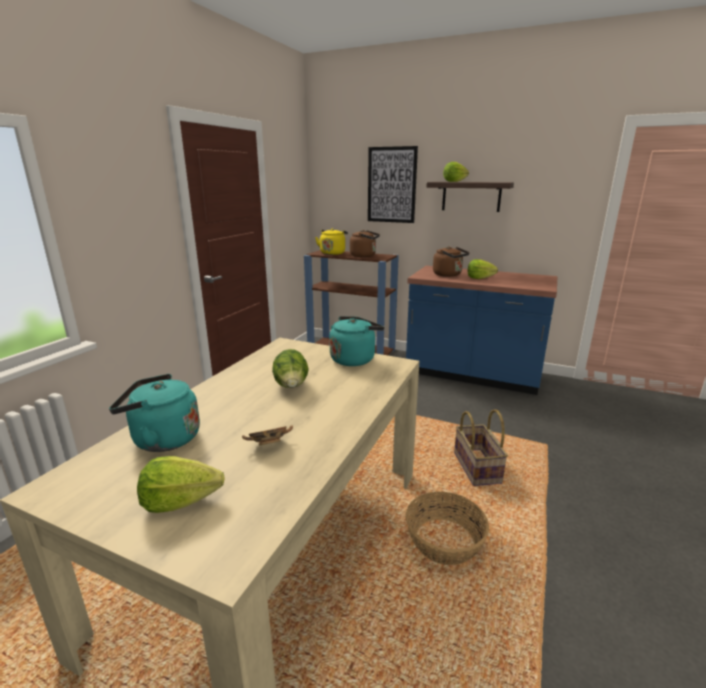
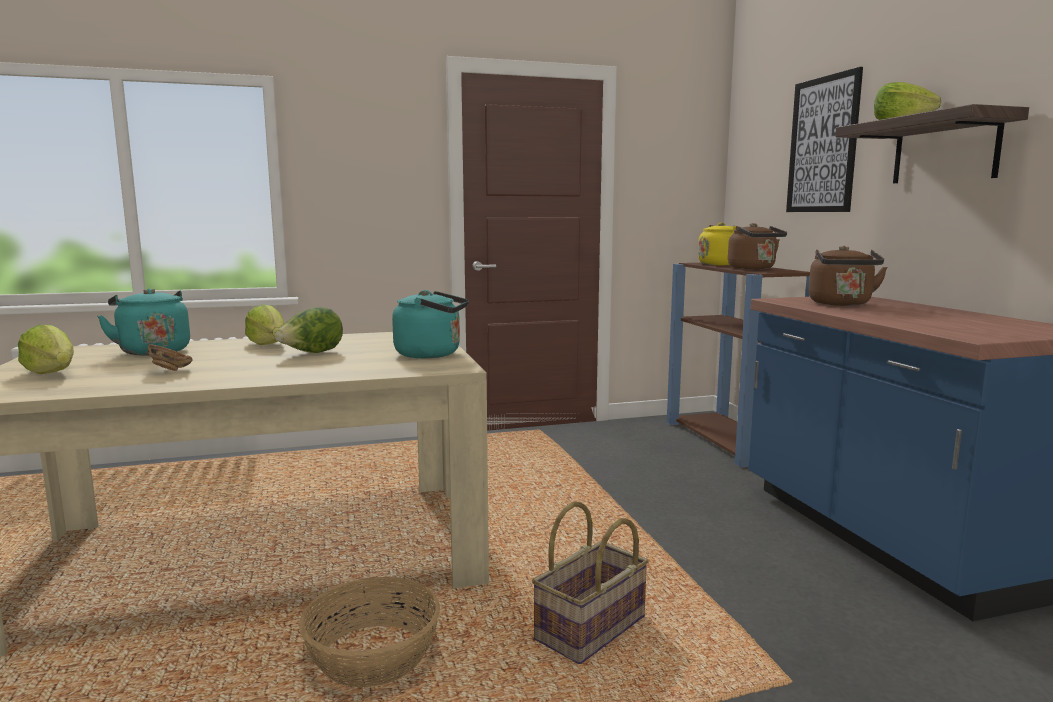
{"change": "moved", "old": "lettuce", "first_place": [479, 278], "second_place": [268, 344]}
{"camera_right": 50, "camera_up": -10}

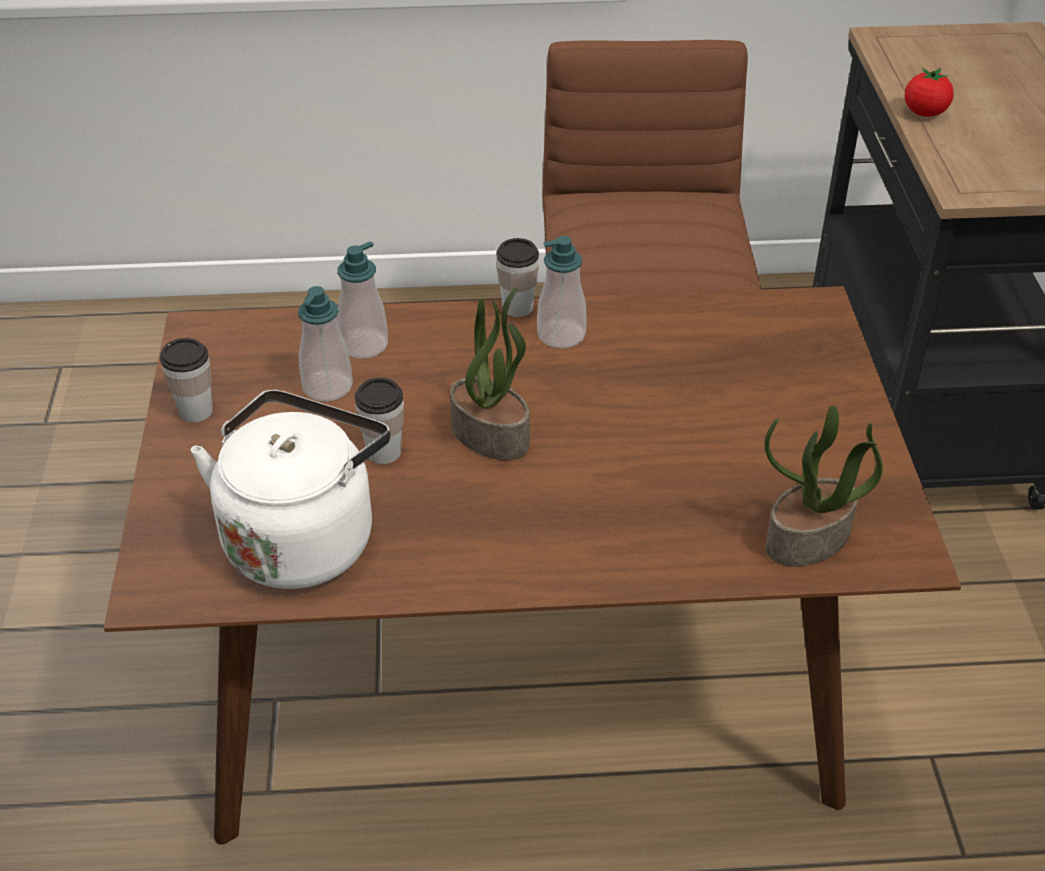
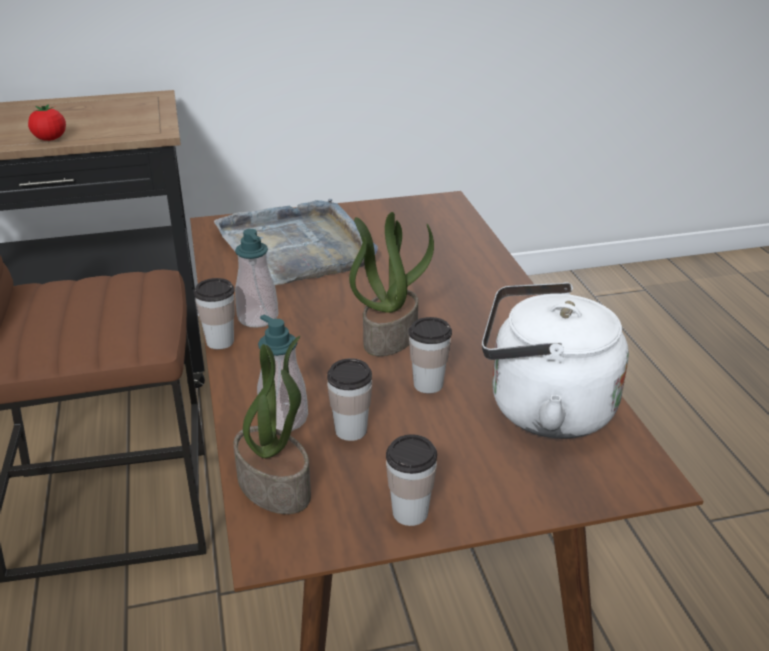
{"change": "replaced", "old": "soap bottle", "new": "cup", "first_place": [327, 387], "second_place": [351, 430]}
{"change": "moved", "old": "potted plant", "first_place": [808, 540], "second_place": [276, 486]}
{"change": "added", "new": "gray serving tray", "second_place": [298, 247]}
{"camera_right": -100, "camera_up": -10}

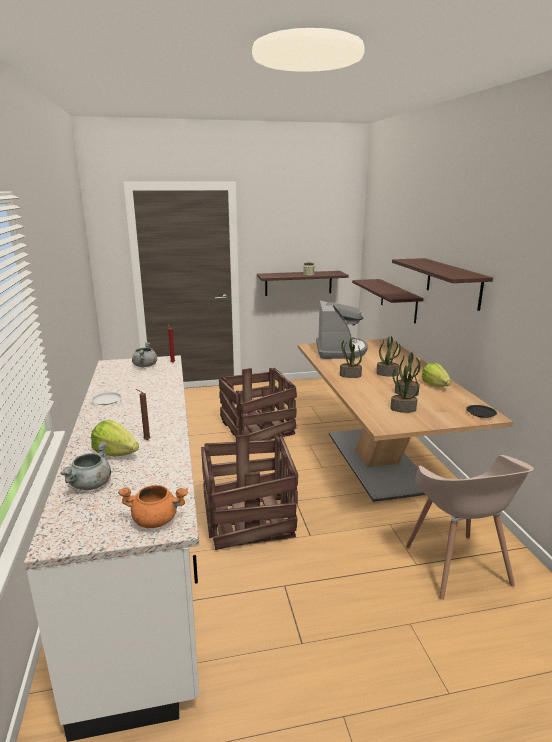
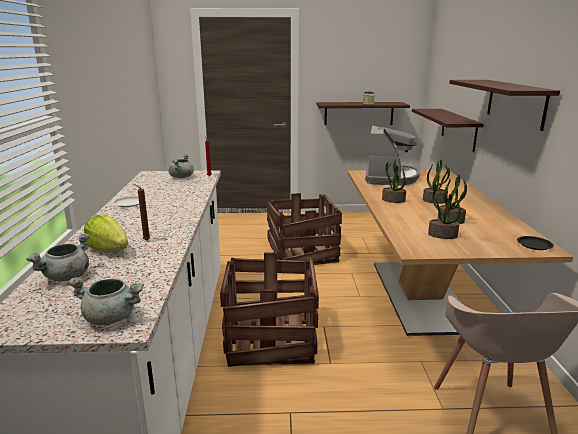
{"change": "removed", "old": "lettuce", "first_place": [435, 385]}
{"change": "recoloured", "old": "orange-coloured saucepot", "new": "gray saucepot", "first_place": [156, 520], "second_place": [112, 317]}
{"camera_right": 10, "camera_up": 0}

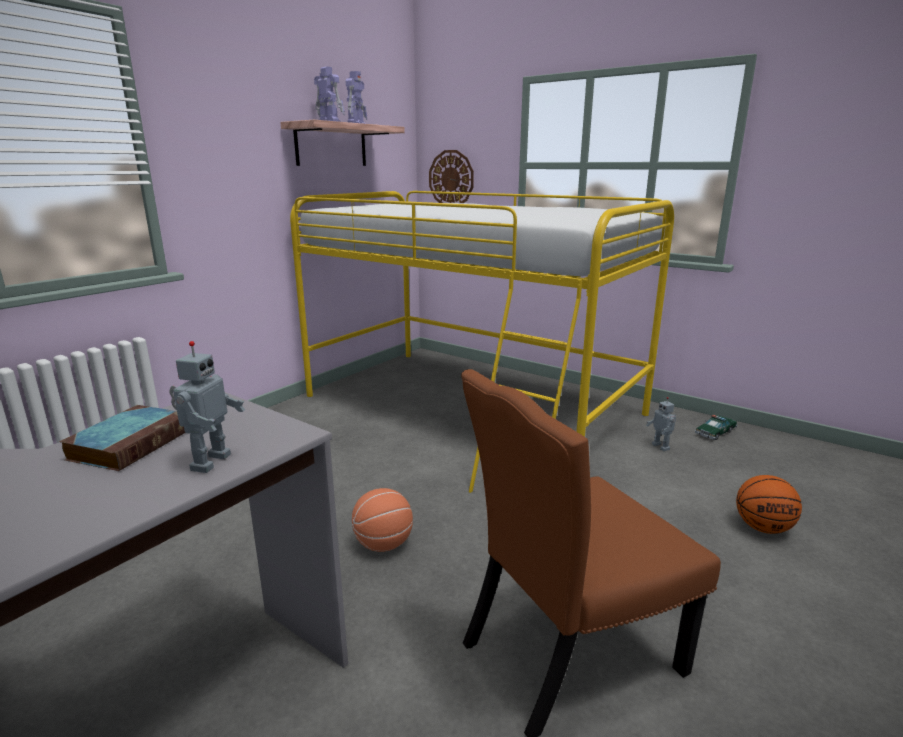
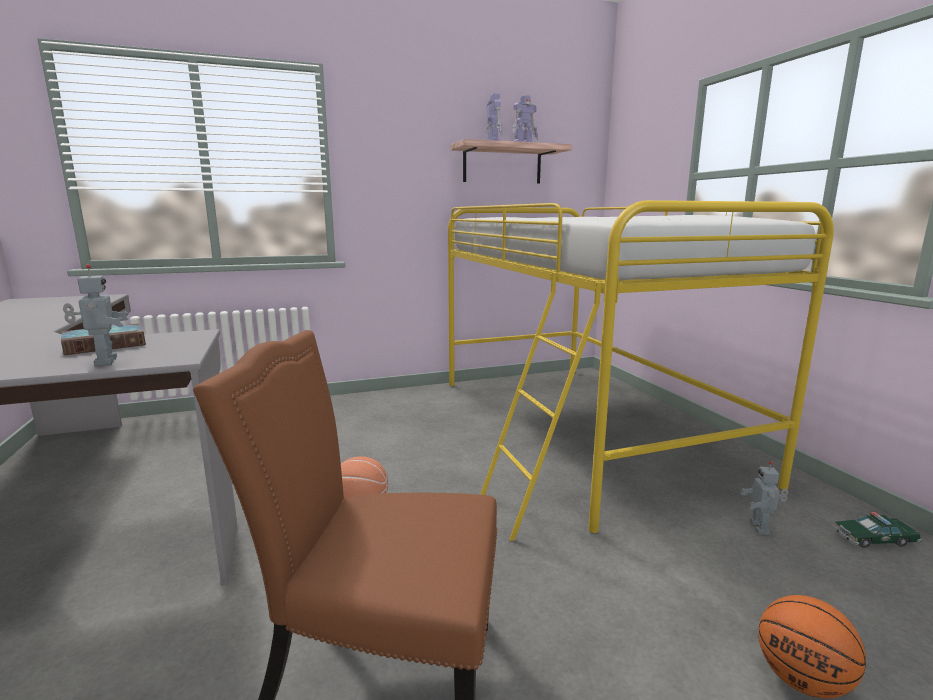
{"change": "removed", "old": "hanging clock", "first_place": [451, 179]}
{"change": "turned", "old": "toy robot", "first_place": [209, 462], "second_place": [103, 361], "degrees": -75}
{"camera_right": 35, "camera_up": -5}

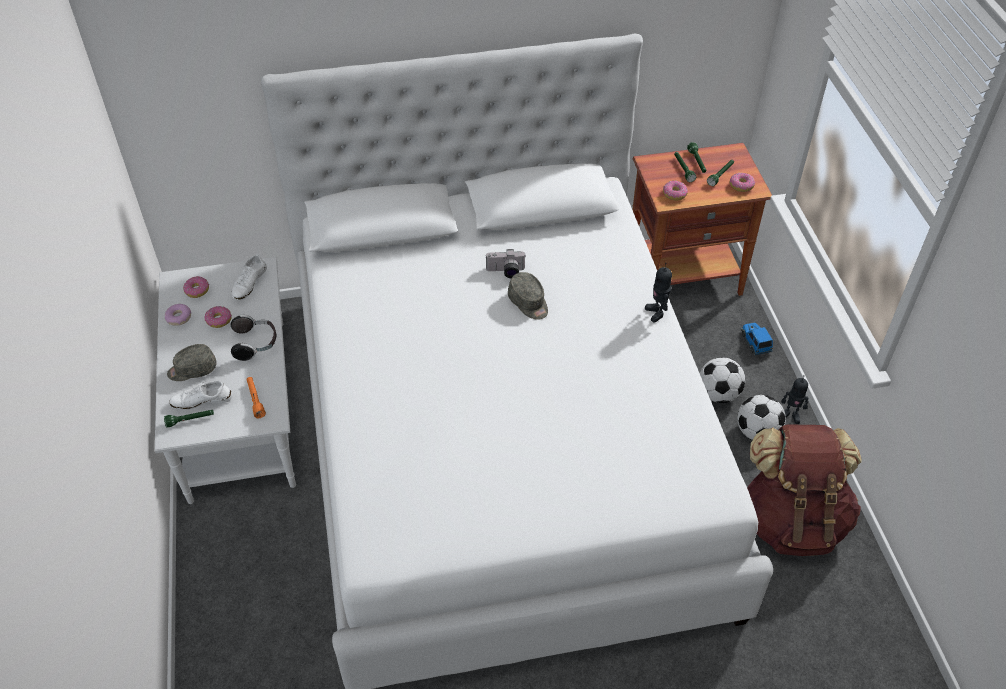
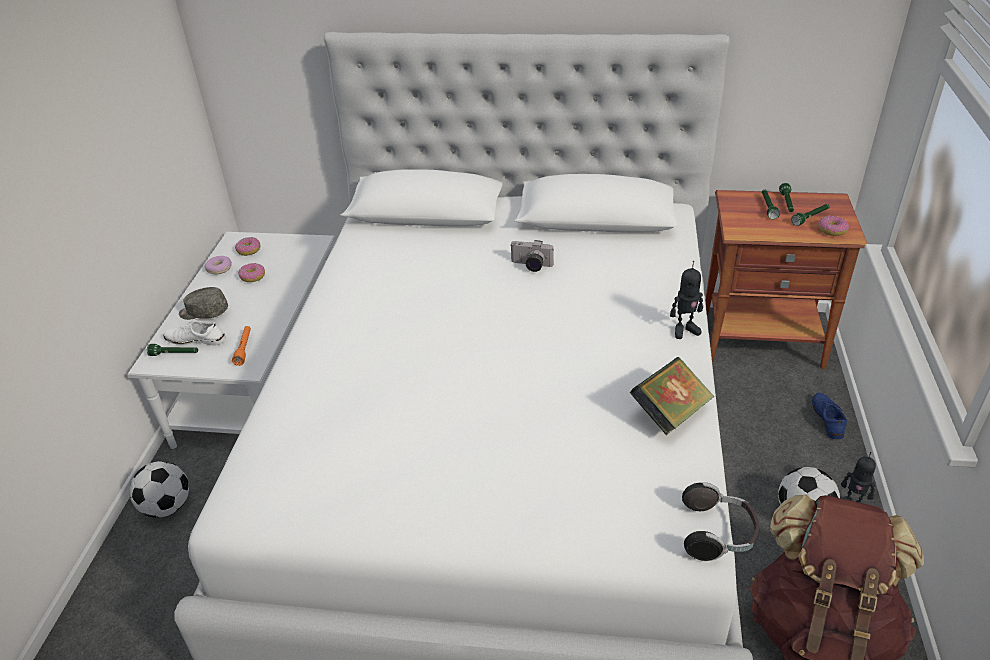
{"change": "removed", "old": "doughnut", "first_place": [674, 194]}
{"change": "removed", "old": "whitish shoe", "first_place": [249, 283]}
{"change": "turned", "old": "toy robot", "first_place": [656, 313], "second_place": [684, 330], "degrees": -105}
{"change": "removed", "old": "gray peaked cap", "first_place": [529, 303]}
{"change": "moved", "old": "pair of headphones", "first_place": [255, 344], "second_place": [717, 534]}
{"change": "replaced", "old": "model car", "new": "blue-coloured shoe", "first_place": [755, 342], "second_place": [827, 418]}
{"change": "moved", "old": "football ball", "first_place": [718, 394], "second_place": [167, 506]}
{"change": "added", "new": "bound book", "second_place": [670, 413]}
{"camera_right": 20, "camera_up": -10}

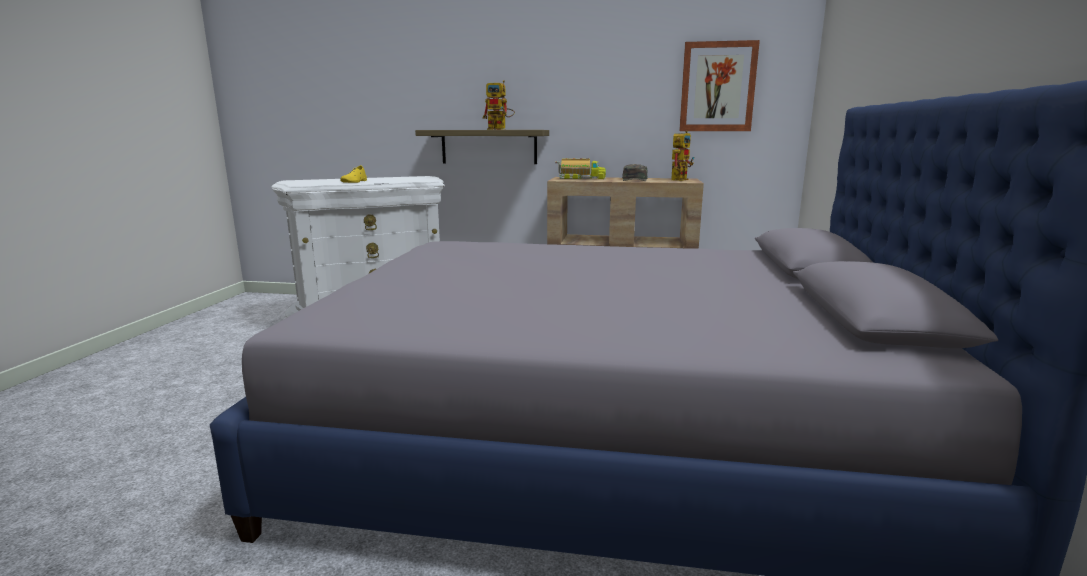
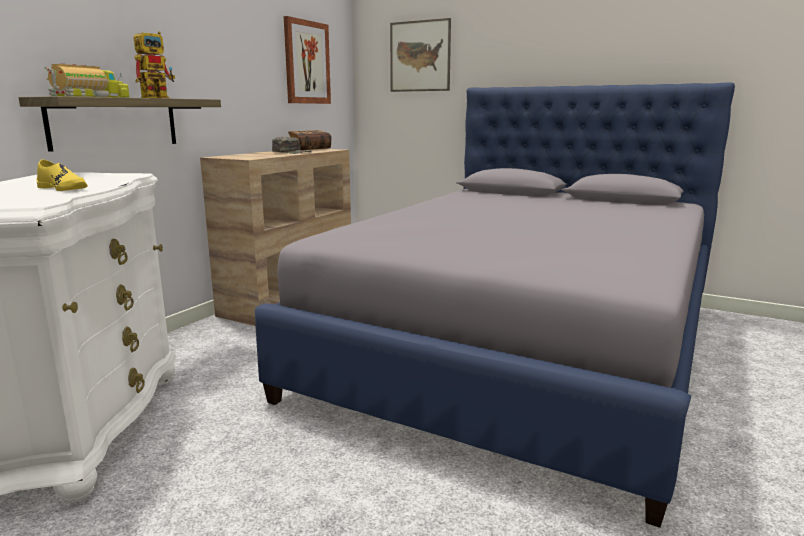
{"change": "replaced", "old": "toy robot", "new": "bound book", "first_place": [679, 179], "second_place": [310, 149]}
{"change": "moved", "old": "toy lorry", "first_place": [582, 178], "second_place": [91, 97]}
{"change": "added", "new": "wall picture", "second_place": [420, 56]}
{"camera_right": -70, "camera_up": 0}

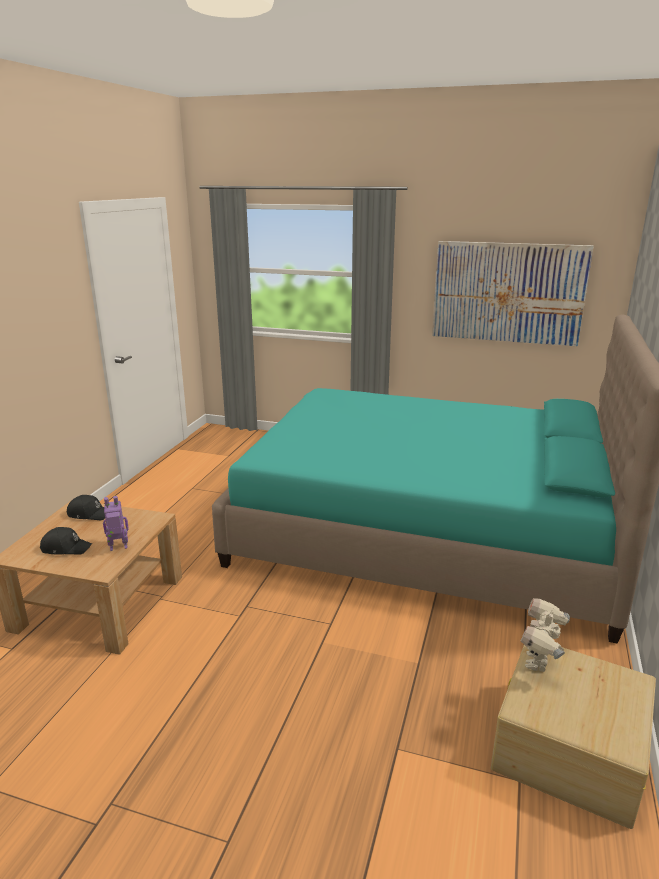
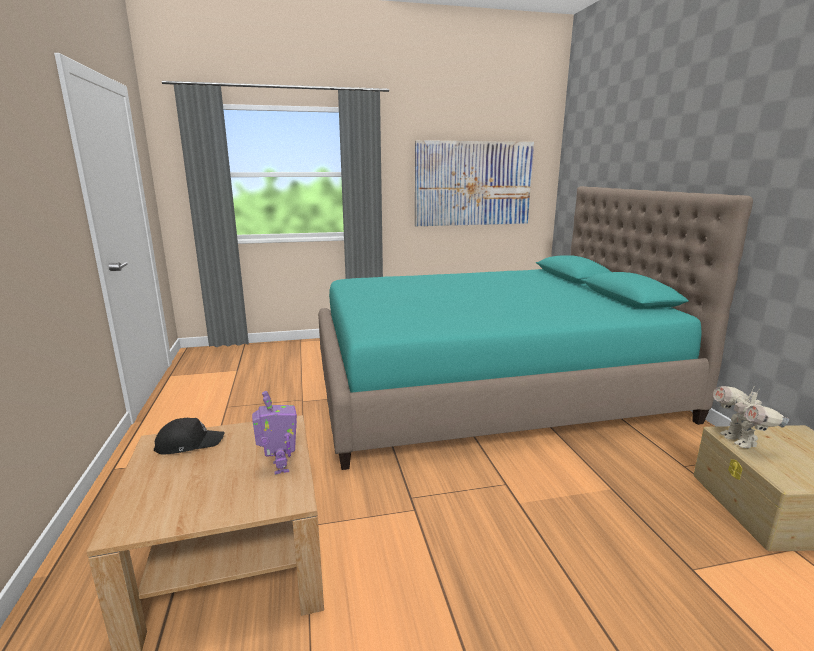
{"change": "turned", "old": "toy robot", "first_place": [118, 547], "second_place": [279, 467], "degrees": 120}
{"change": "removed", "old": "black-coloured peaked cap", "first_place": [66, 547]}
{"camera_right": -30, "camera_up": -5}

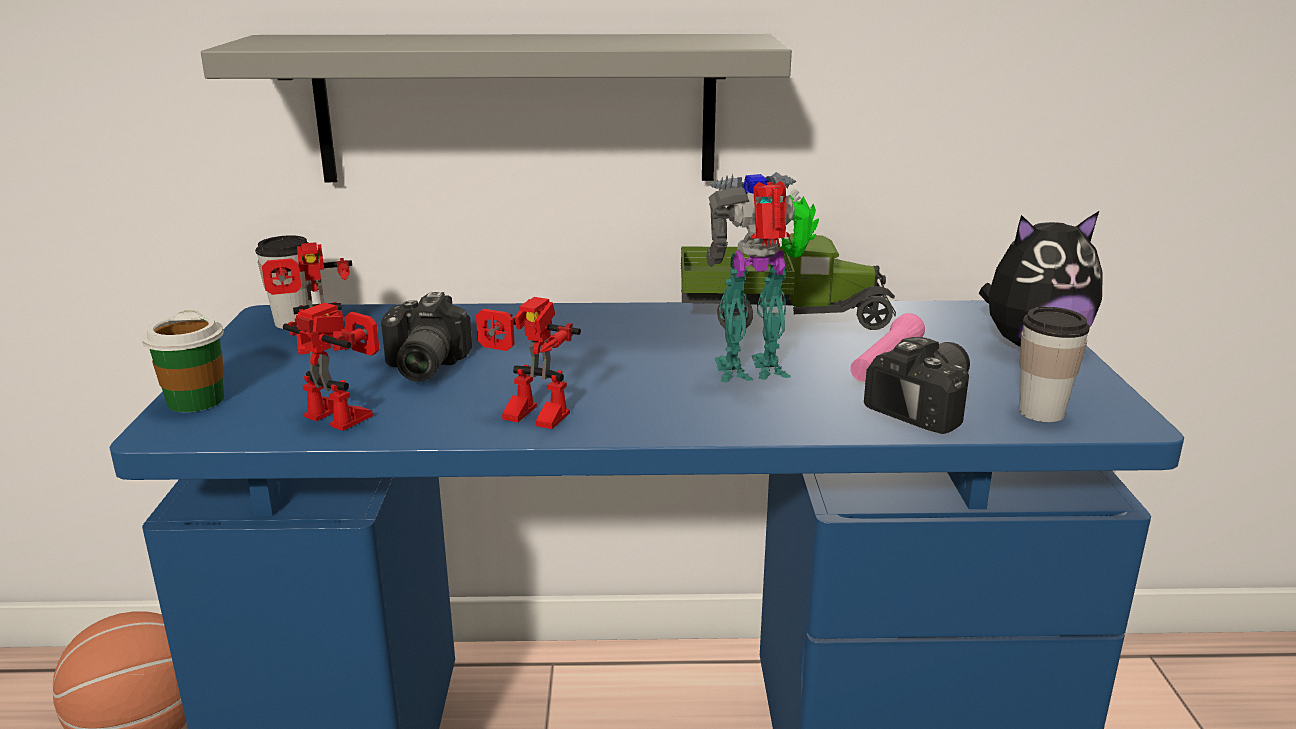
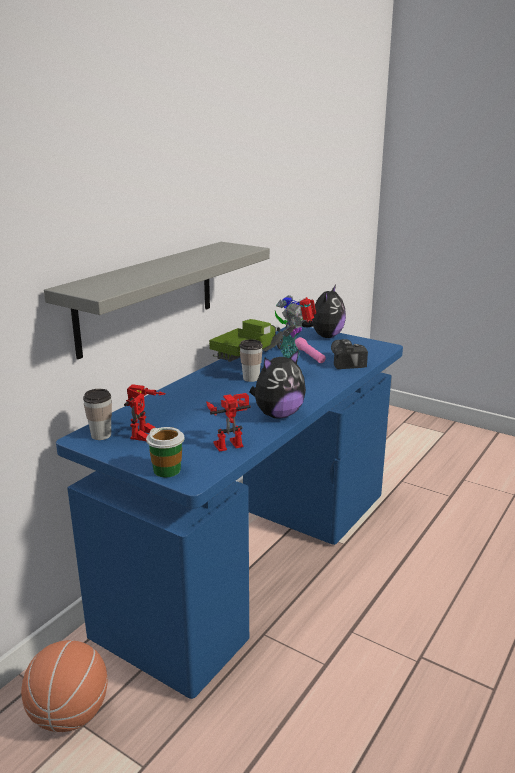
{"change": "removed", "old": "photo camera", "first_place": [420, 367]}
{"change": "replaced", "old": "toy robot", "new": "soft toy", "first_place": [528, 418], "second_place": [278, 415]}
{"change": "moved", "old": "cup", "first_place": [1041, 412], "second_place": [251, 378]}
{"camera_right": -55, "camera_up": 0}

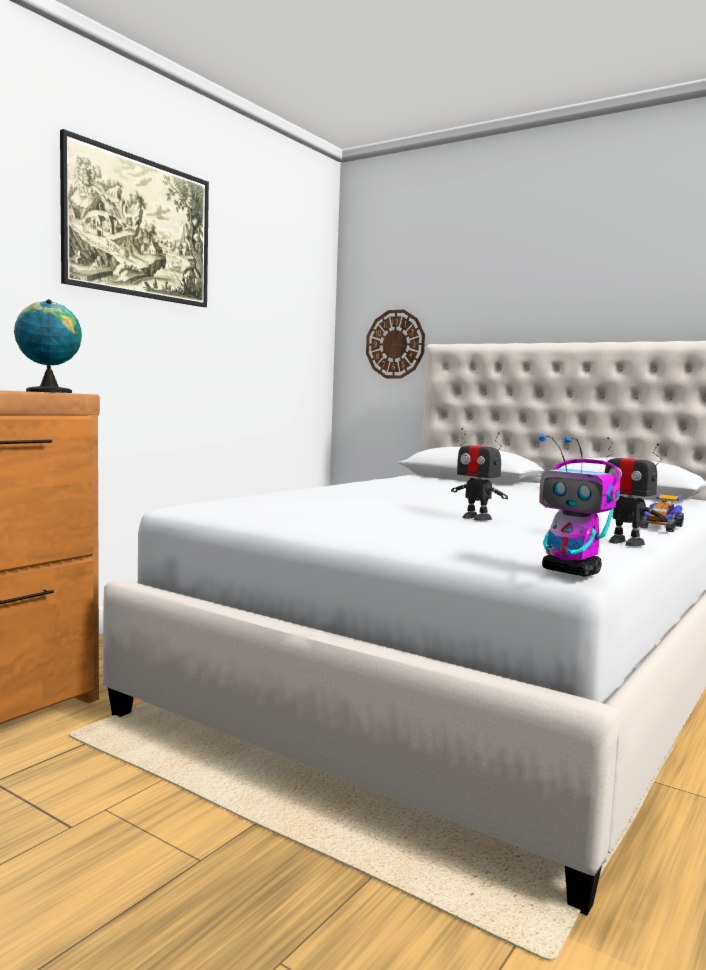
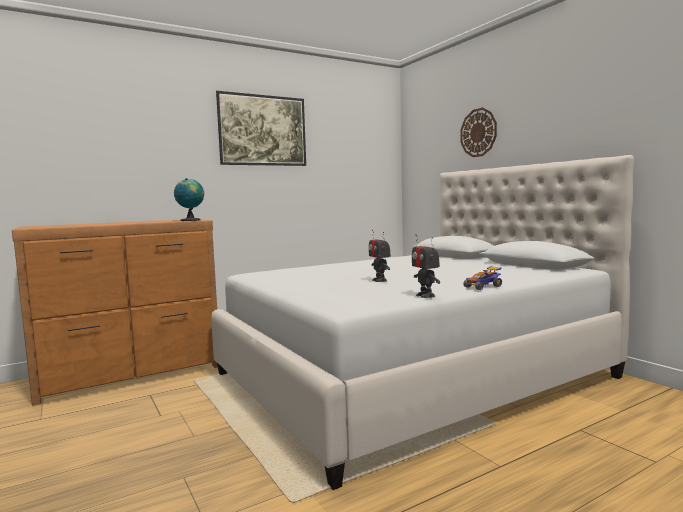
{"change": "moved", "old": "hanging clock", "first_place": [395, 344], "second_place": [478, 132]}
{"change": "removed", "old": "toy robot", "first_place": [572, 572]}
{"camera_right": 25, "camera_up": 0}

